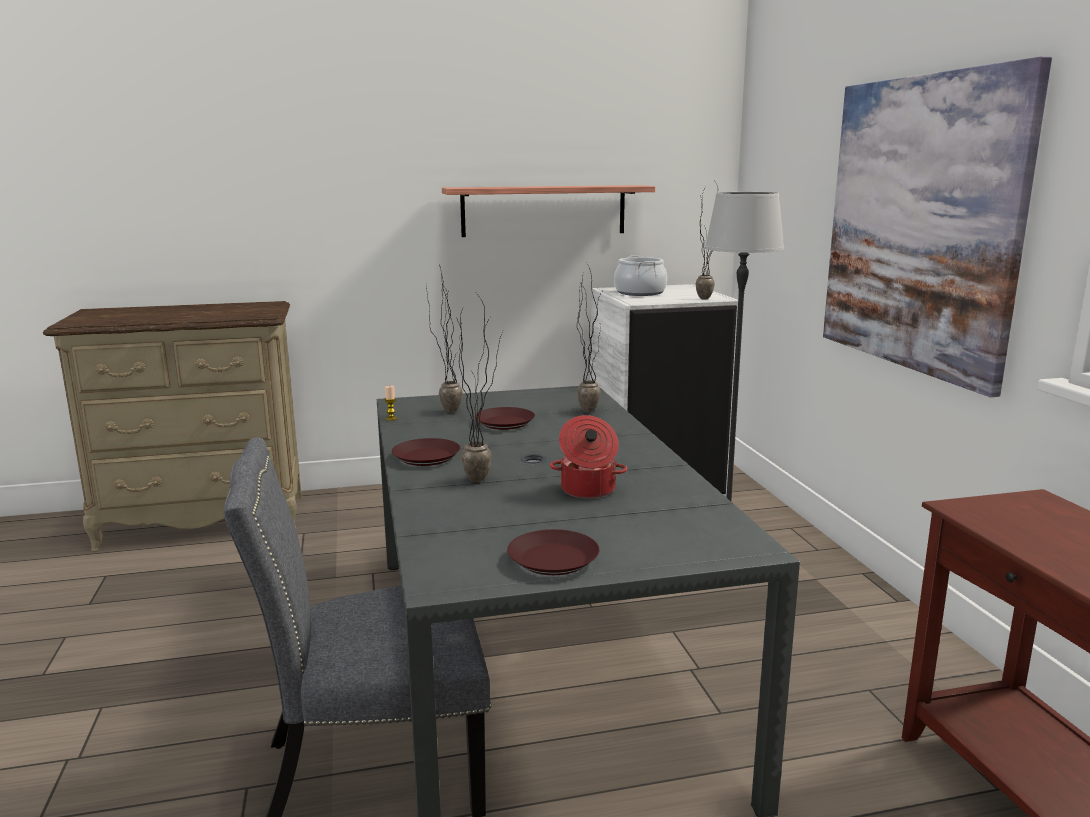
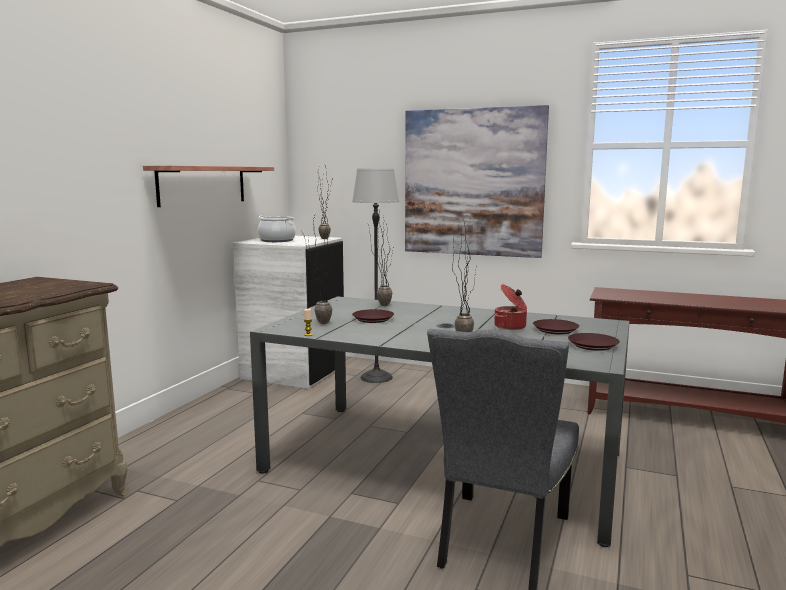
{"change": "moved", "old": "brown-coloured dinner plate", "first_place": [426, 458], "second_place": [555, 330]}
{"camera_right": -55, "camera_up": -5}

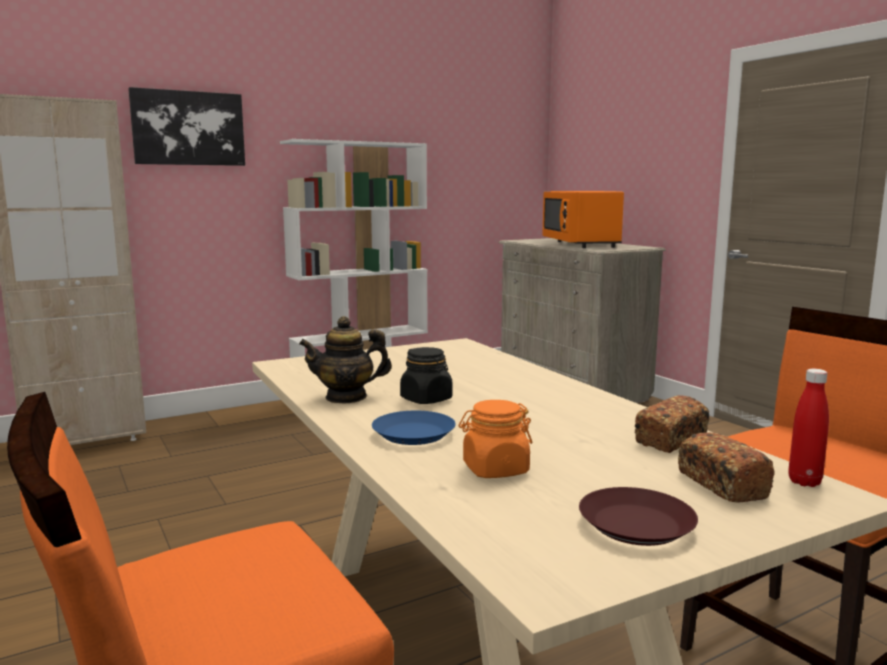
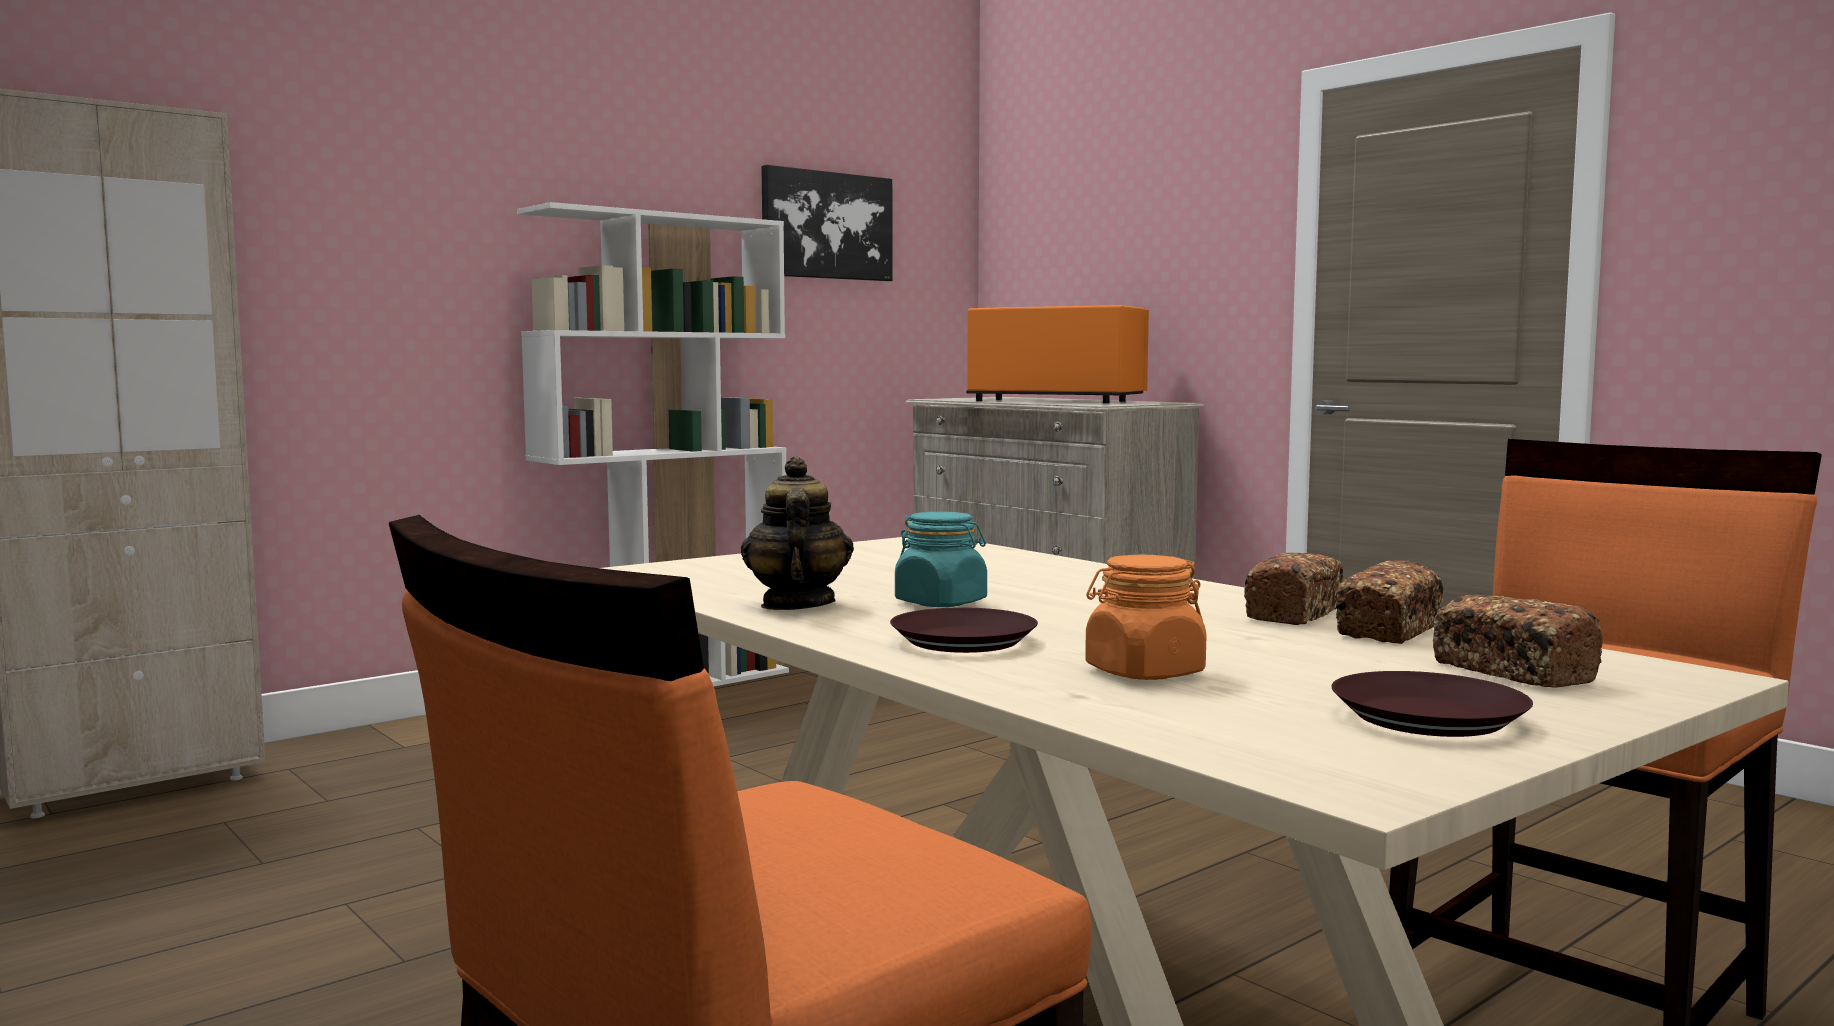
{"change": "moved", "old": "wall picture", "first_place": [188, 128], "second_place": [826, 225]}
{"change": "turned", "old": "orange-coloured microwave", "first_place": [580, 244], "second_place": [1055, 401], "degrees": 135}
{"change": "turned", "old": "pot for tea", "first_place": [346, 397], "second_place": [796, 605], "degrees": 105}
{"change": "recoloured", "old": "black-coloured preserve jar", "new": "blue-green preserve jar", "first_place": [426, 399], "second_place": [941, 603]}
{"change": "removed", "old": "red-coloured drink bottle", "first_place": [804, 482]}
{"change": "recoloured", "old": "blue-coloured dinner plate", "new": "brown-coloured dinner plate", "first_place": [414, 434], "second_place": [964, 641]}
{"change": "added", "new": "baked bread", "second_place": [1293, 614]}
{"camera_right": -10, "camera_up": -5}

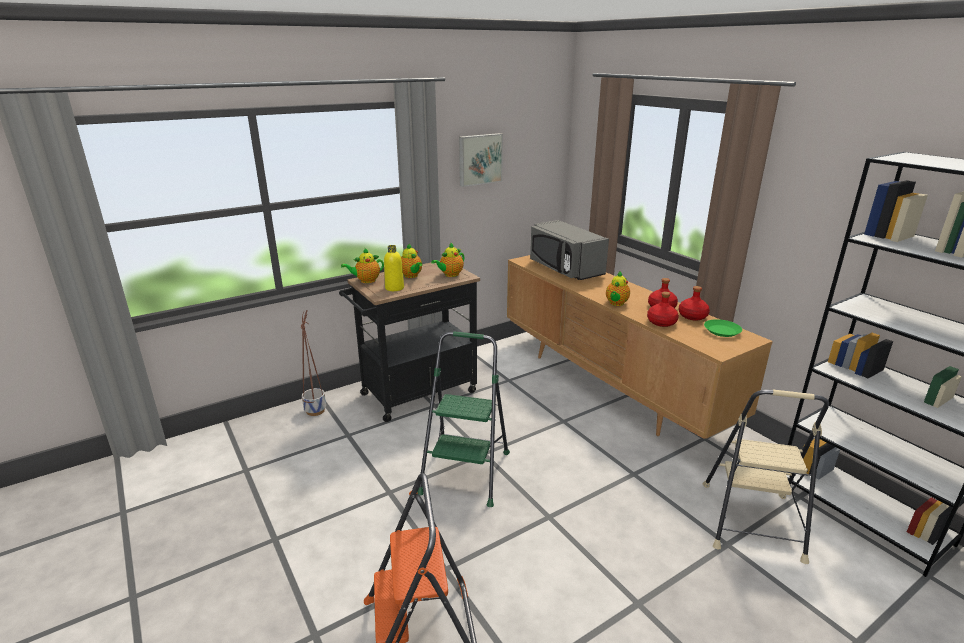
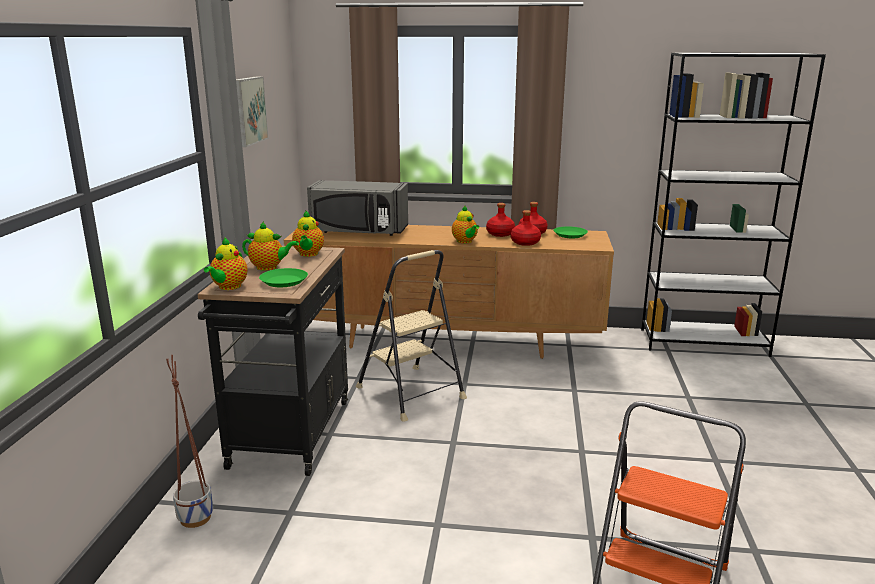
{"change": "replaced", "old": "yellow-coloured drink bottle", "new": "green-coloured dinner plate", "first_place": [394, 288], "second_place": [284, 281]}
{"change": "removed", "old": "green-coloured step ladder", "first_place": [466, 469]}
{"change": "moved", "old": "sand-coloured step ladder", "first_place": [751, 522], "second_place": [412, 393]}
{"camera_right": -50, "camera_up": -5}

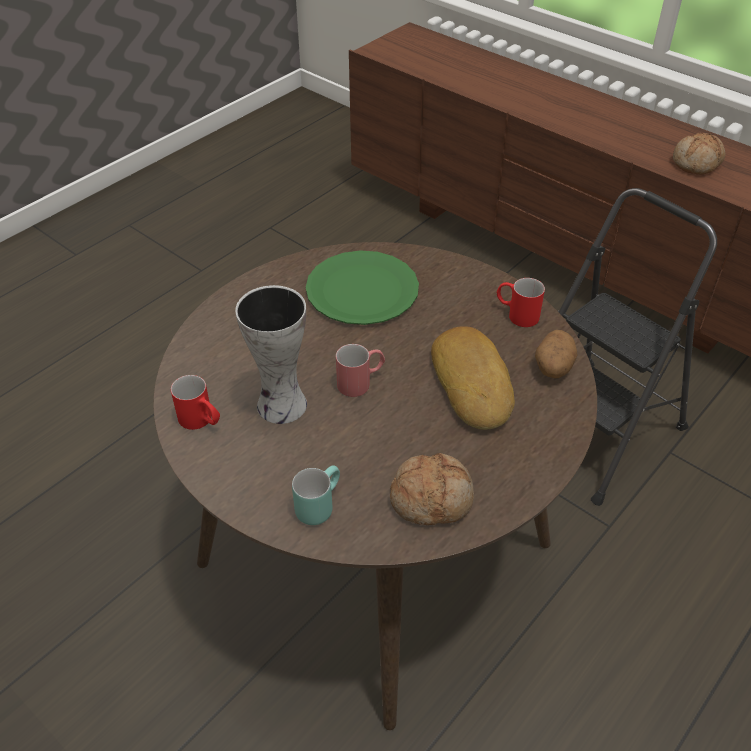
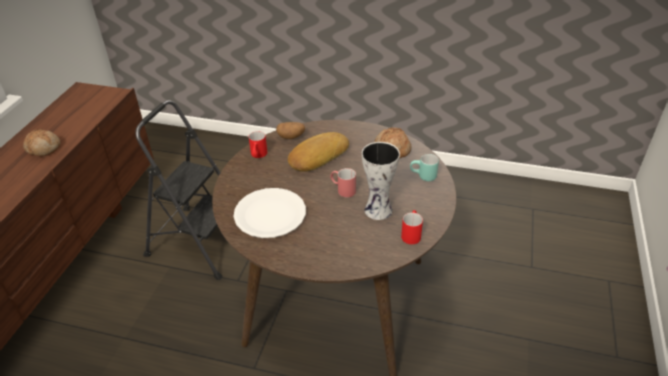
{"change": "recoloured", "old": "green-coloured dinner plate", "new": "whitish dinner plate", "first_place": [362, 290], "second_place": [270, 214]}
{"camera_right": -115, "camera_up": -5}

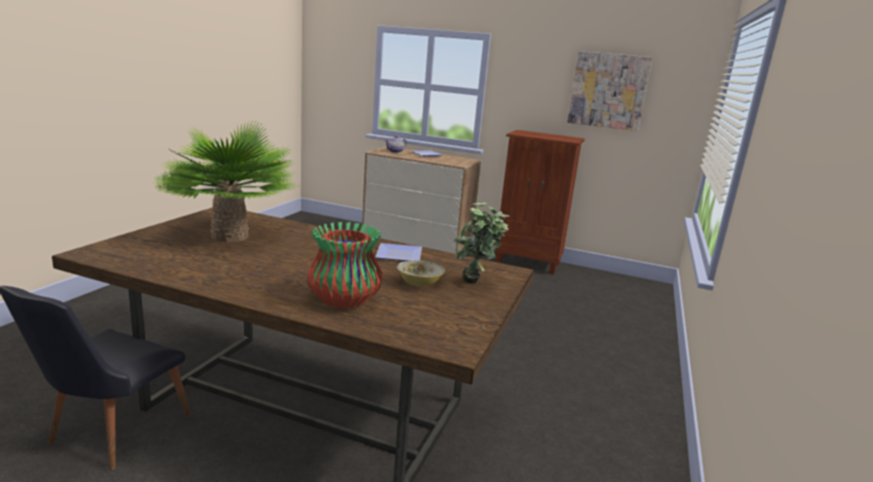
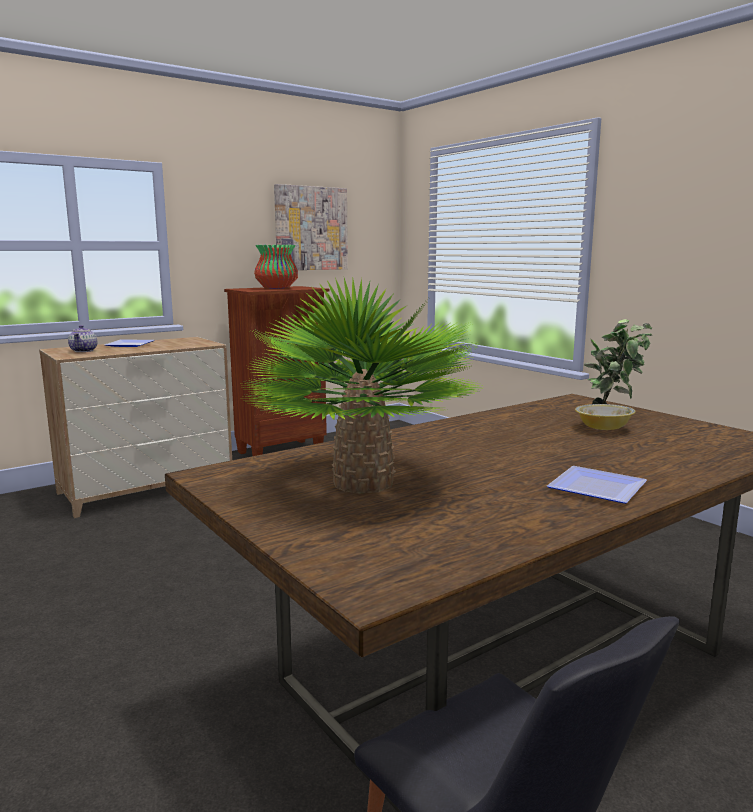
{"change": "moved", "old": "flower vase", "first_place": [343, 300], "second_place": [276, 288]}
{"change": "moved", "old": "dinner plate", "first_place": [397, 255], "second_place": [599, 490]}
{"camera_right": -55, "camera_up": -5}

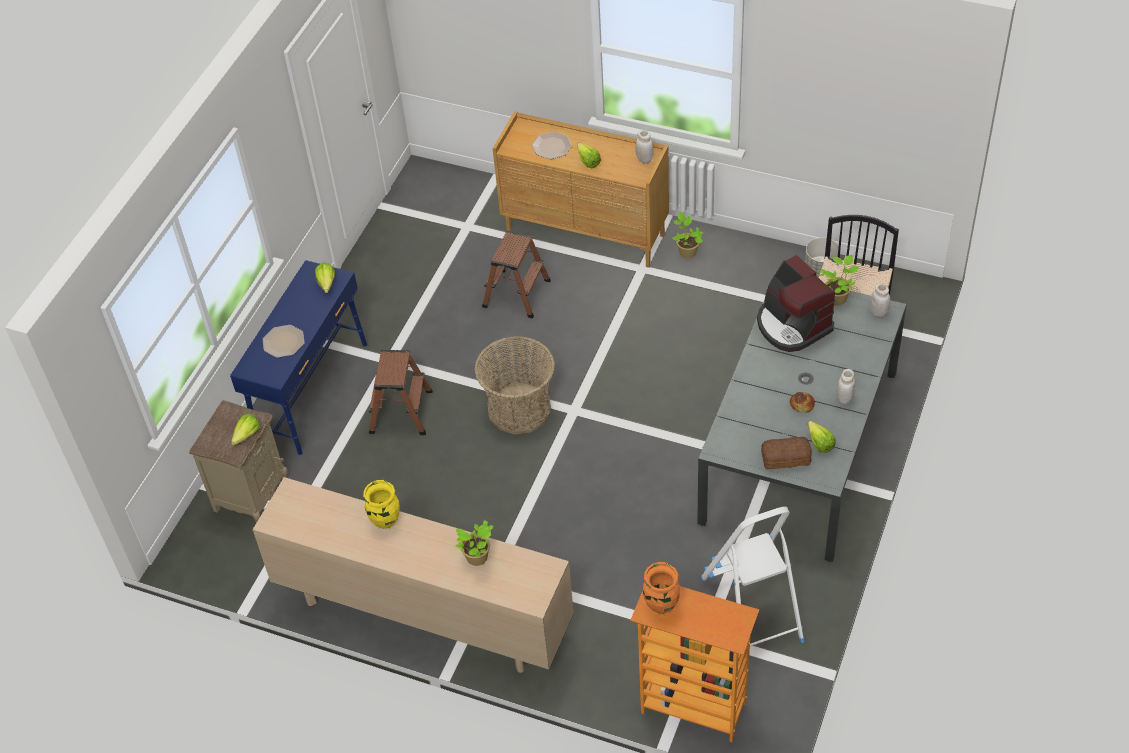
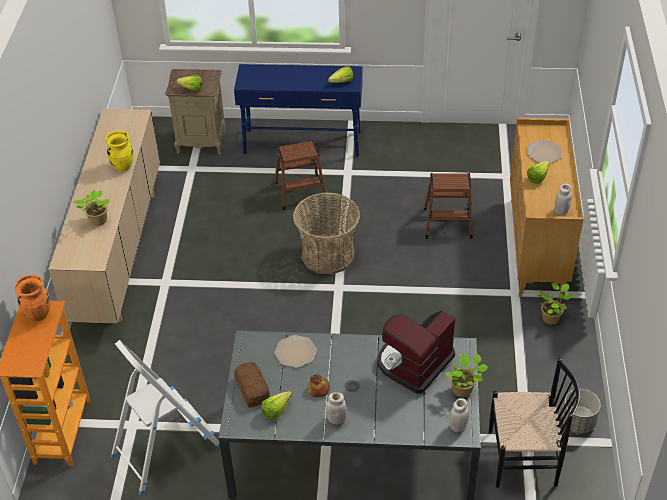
{"change": "moved", "old": "dinner plate", "first_place": [283, 342], "second_place": [295, 352]}
{"camera_right": 70, "camera_up": -5}

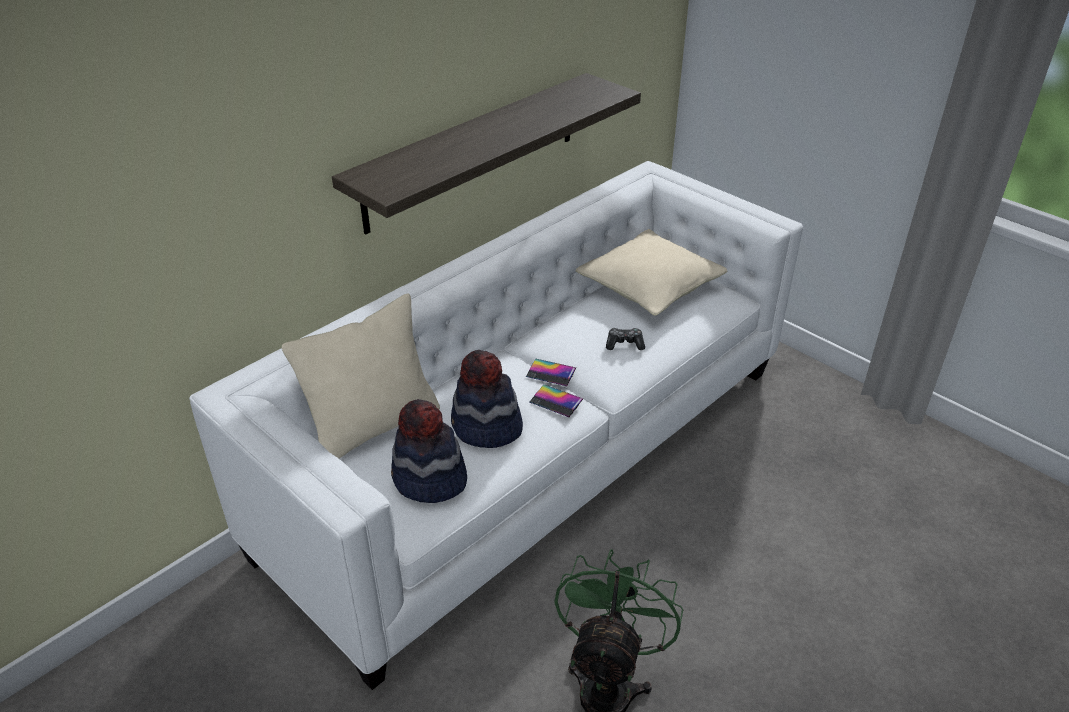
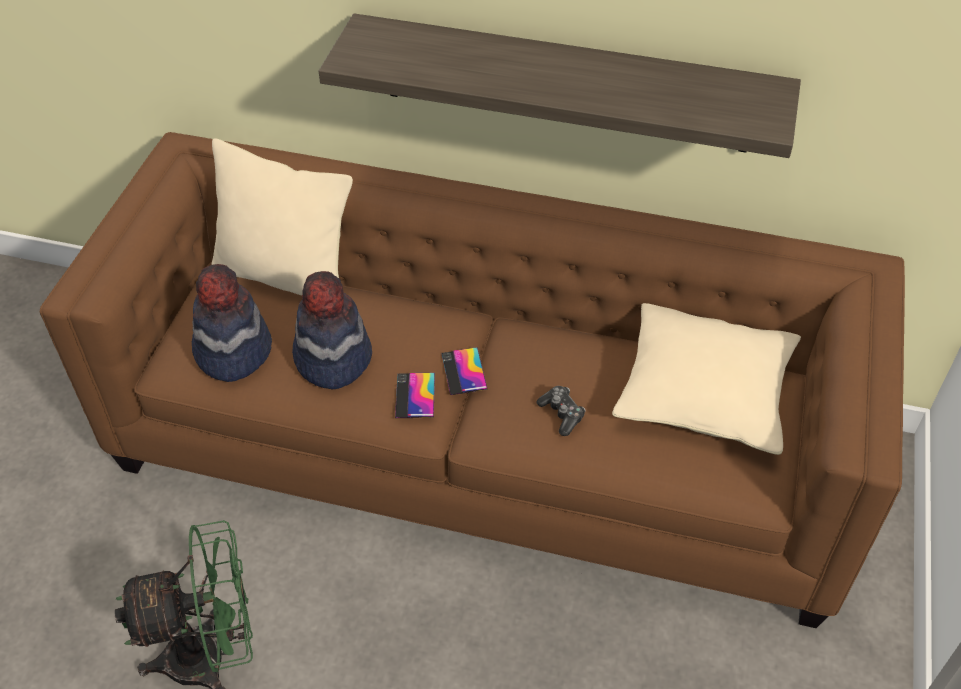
{"change": "recoloured", "old": "whitish settee", "new": "brown-coloured settee", "first_place": [534, 459], "second_place": [480, 452]}
{"camera_right": 60, "camera_up": 10}

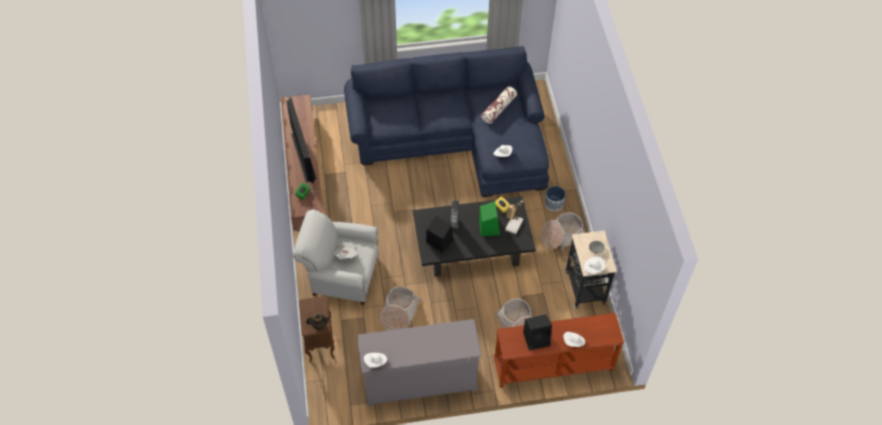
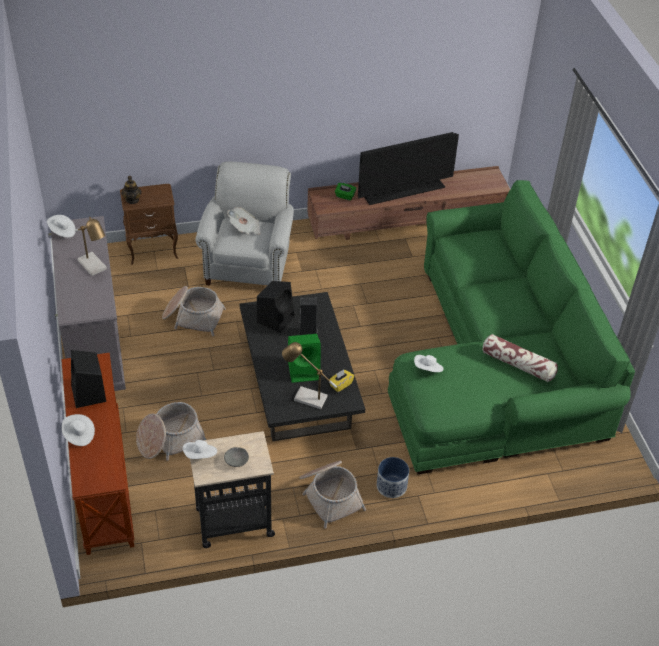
{"change": "recoloured", "old": "blue-coloured settee", "new": "green-coloured settee", "first_place": [456, 138], "second_place": [497, 366]}
{"change": "added", "new": "table lamp", "second_place": [95, 267]}
{"camera_right": 85, "camera_up": -10}

